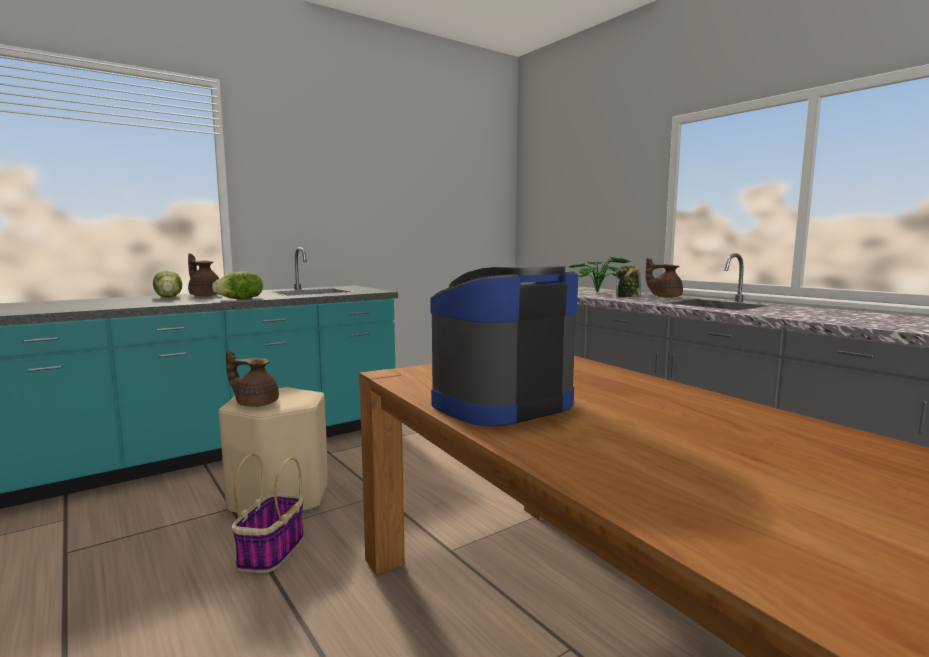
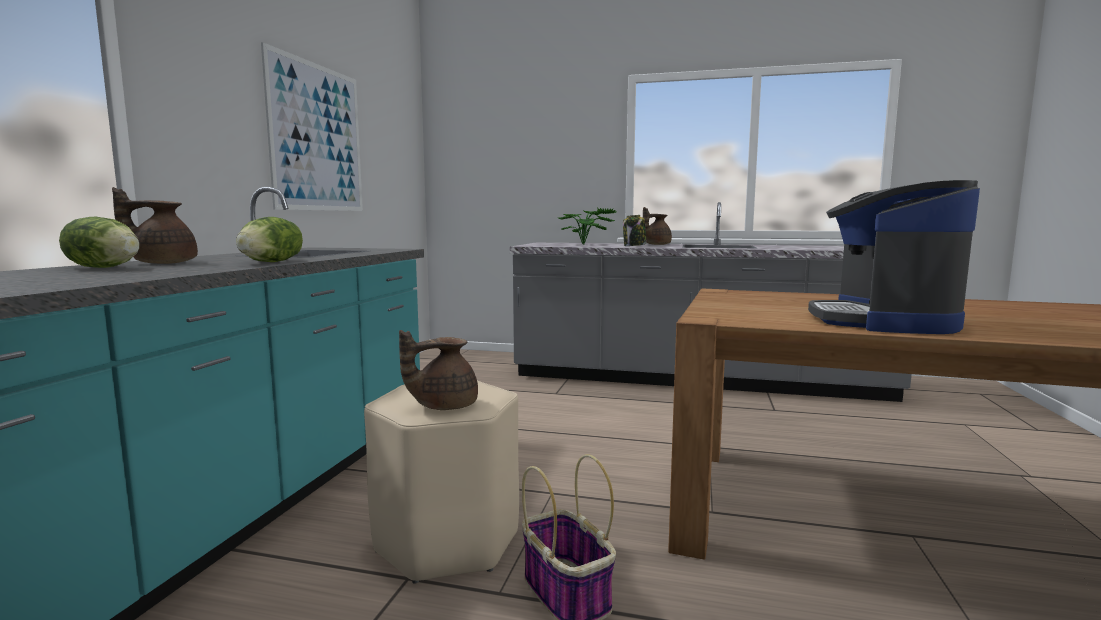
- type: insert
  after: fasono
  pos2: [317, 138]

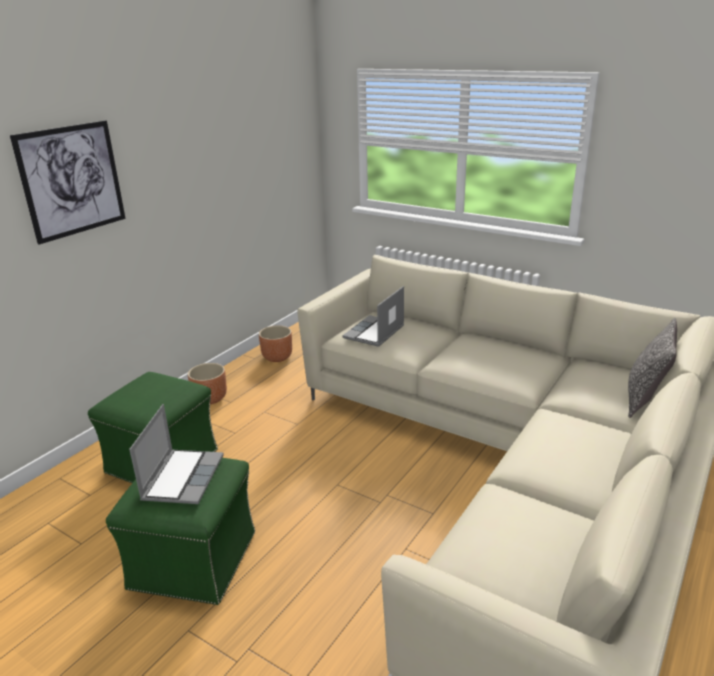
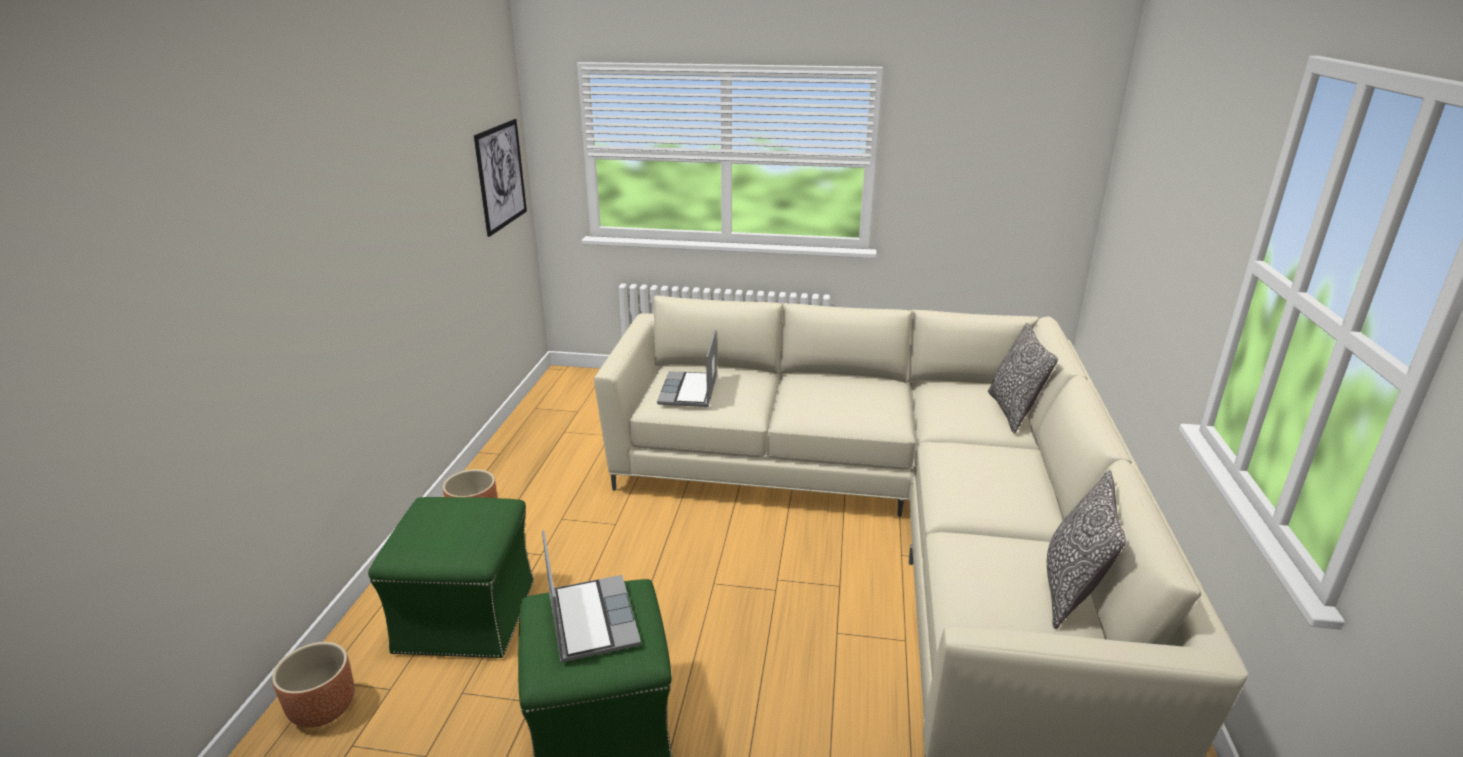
- type: insert
  after: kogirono
  pos2: [1070, 591]
- type: move
  before: fasono
  pos1: [72, 180]
  pos2: [501, 176]
- type: move
  before: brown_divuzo
  pos1: [277, 357]
  pos2: [324, 708]

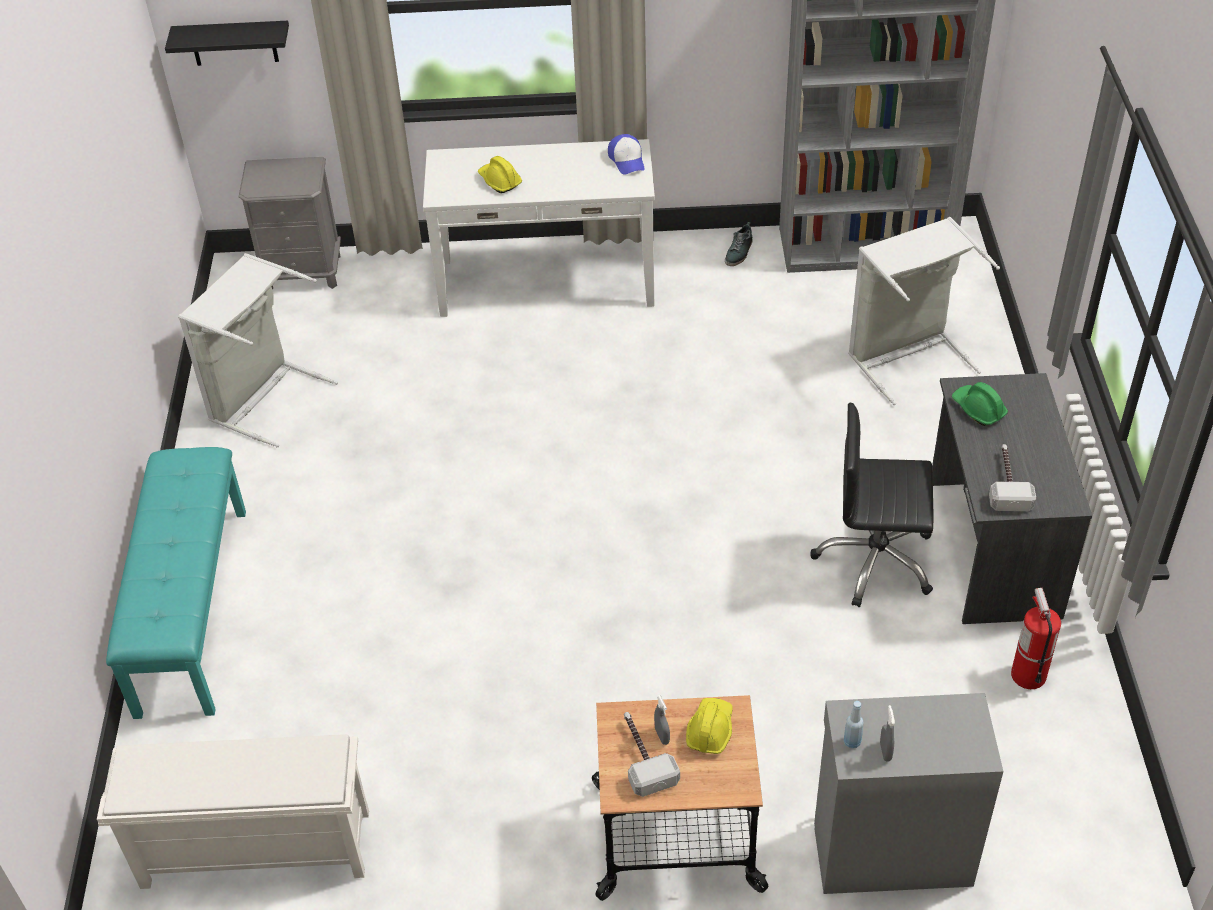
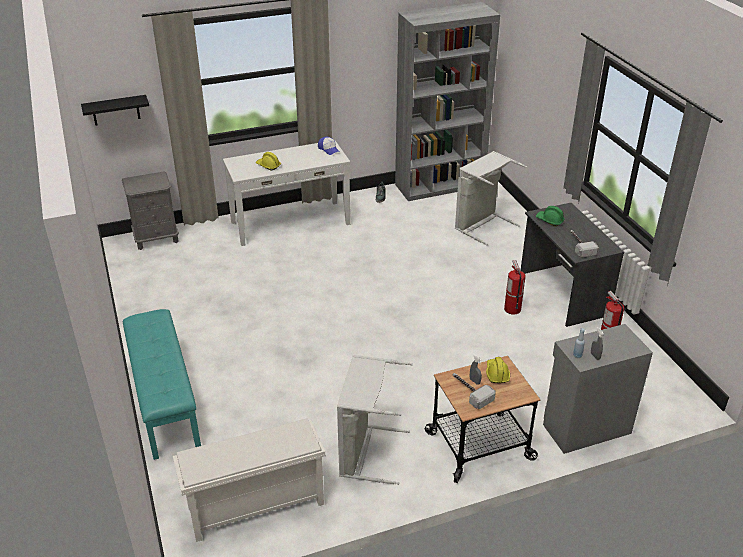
- type: move
  before: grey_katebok
  pos1: [263, 398]
  pos2: [366, 452]
- type: replace
  before: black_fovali
  after: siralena
  pos1: [875, 561]
  pos2: [512, 309]

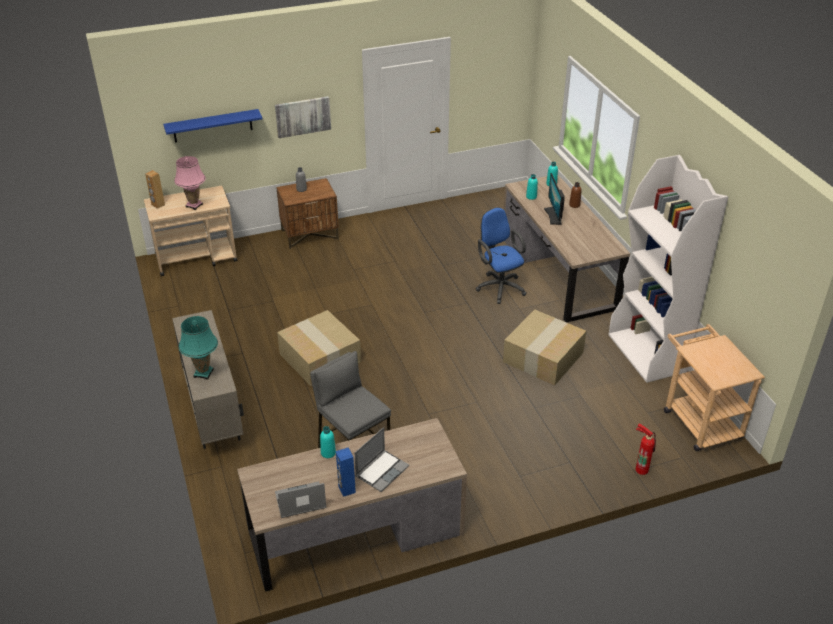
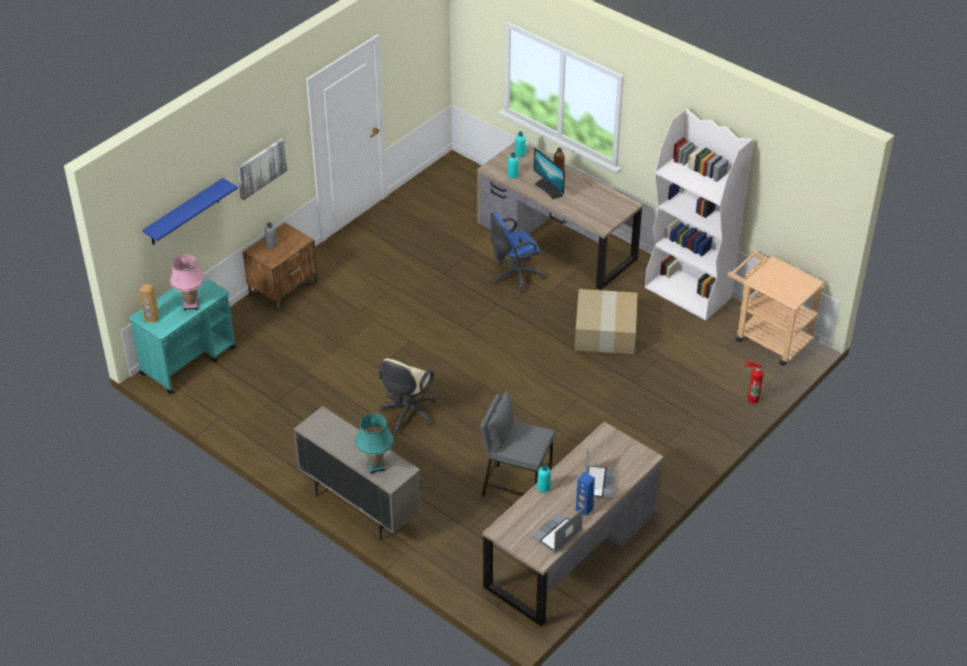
- type: replace
  before: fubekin
  after: beige_fovali
  pos1: [318, 358]
  pos2: [407, 413]
- type: recolor
  before: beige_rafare
  after: turquoise_rafare
  pos1: [197, 258]
  pos2: [189, 360]
- type: rotate
  before: blue_fovali
  pos1: [499, 286]
  pos2: [514, 276]
  turn: -60

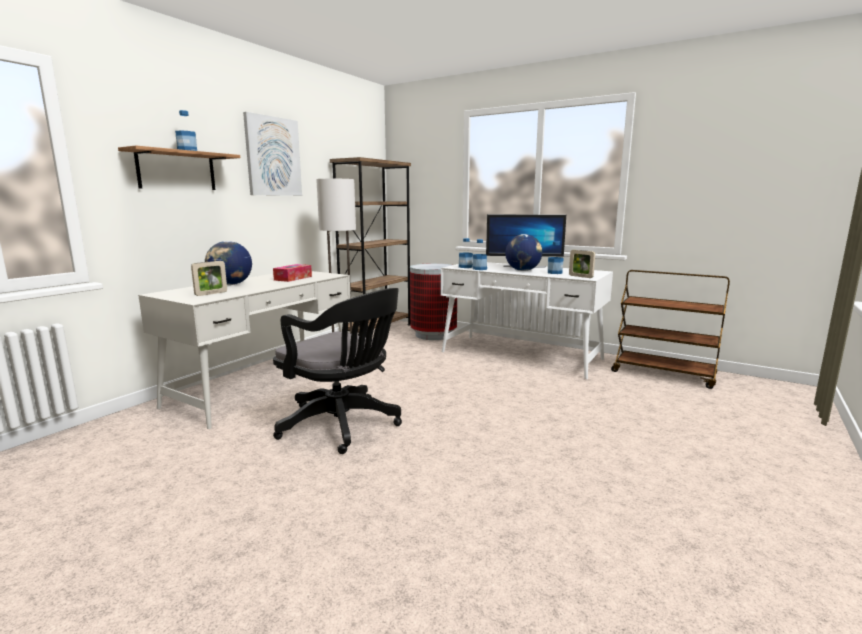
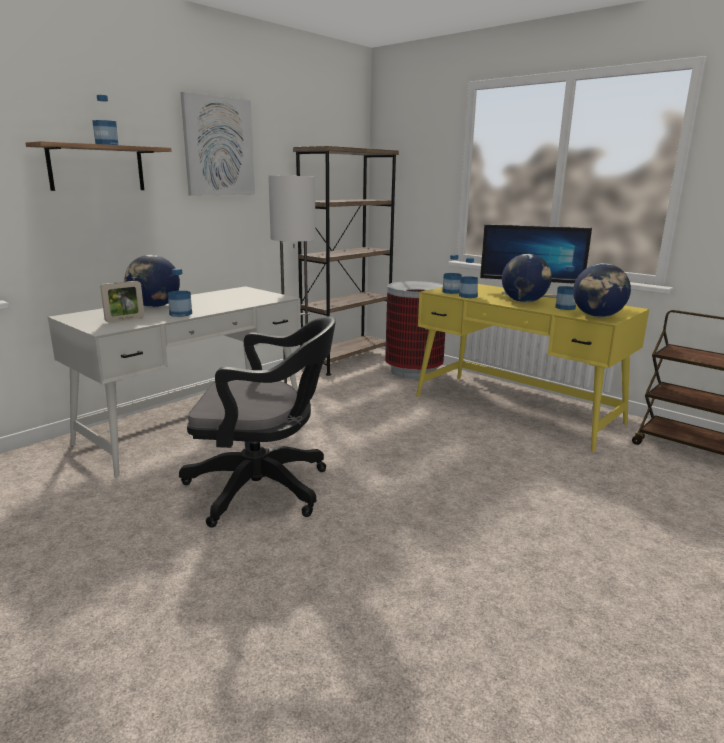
- type: delete
  before: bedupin
  pos1: [293, 278]
- type: insert
  after: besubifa
  pos2: [180, 314]
- type: replace
  before: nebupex
  after: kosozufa
  pos1: [580, 276]
  pos2: [597, 316]
- type: recolor
  before: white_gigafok
  after: yellow_gigafok
  pos1: [521, 355]
  pos2: [516, 409]
- type: rotate
  before: black_fovali
  pos1: [343, 425]
  pos2: [265, 489]
  turn: -45

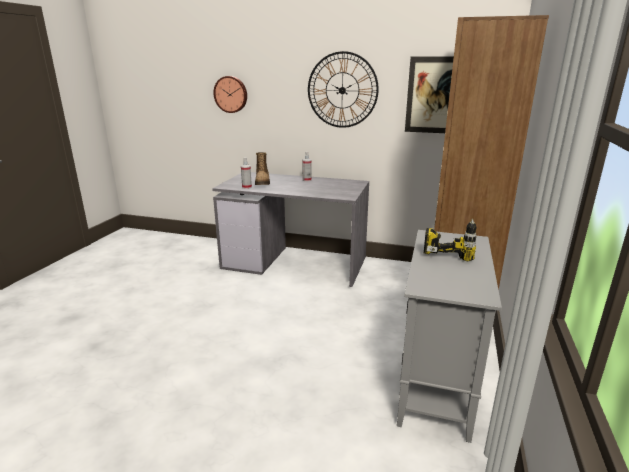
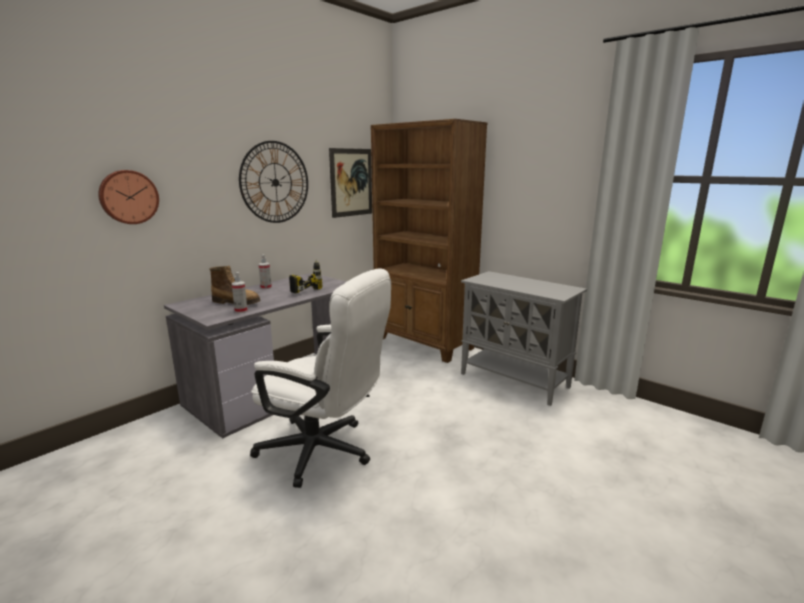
- type: insert
  after: white_fovali
  pos2: [324, 452]
- type: move
  before: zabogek
  pos1: [448, 251]
  pos2: [300, 289]

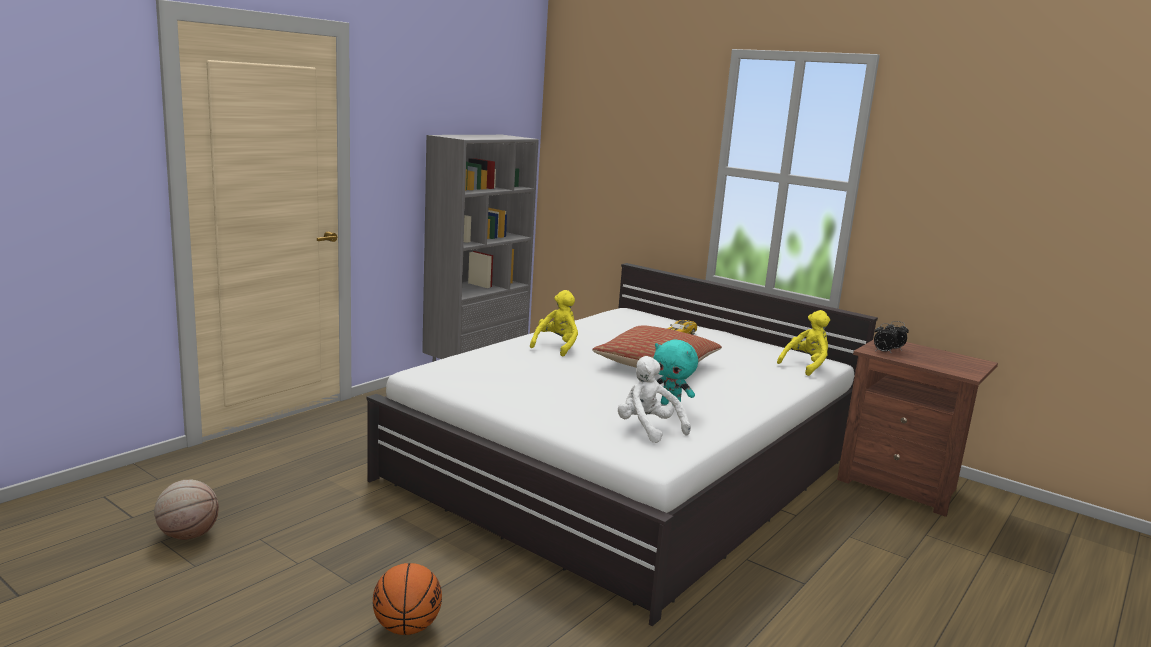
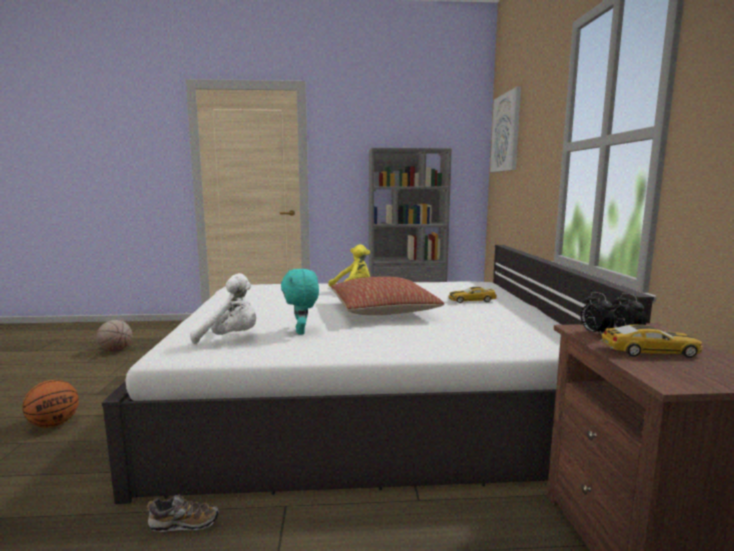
- type: delete
  before: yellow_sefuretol
  pos1: [806, 366]
- type: insert
  after: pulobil
  pos2: [184, 523]
- type: insert
  after: fasono
  pos2: [506, 133]
- type: insert
  after: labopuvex
  pos2: [650, 351]
- type: rotate
  before: white_sefuretol
  pos1: [648, 429]
  pos2: [231, 338]
  turn: 90

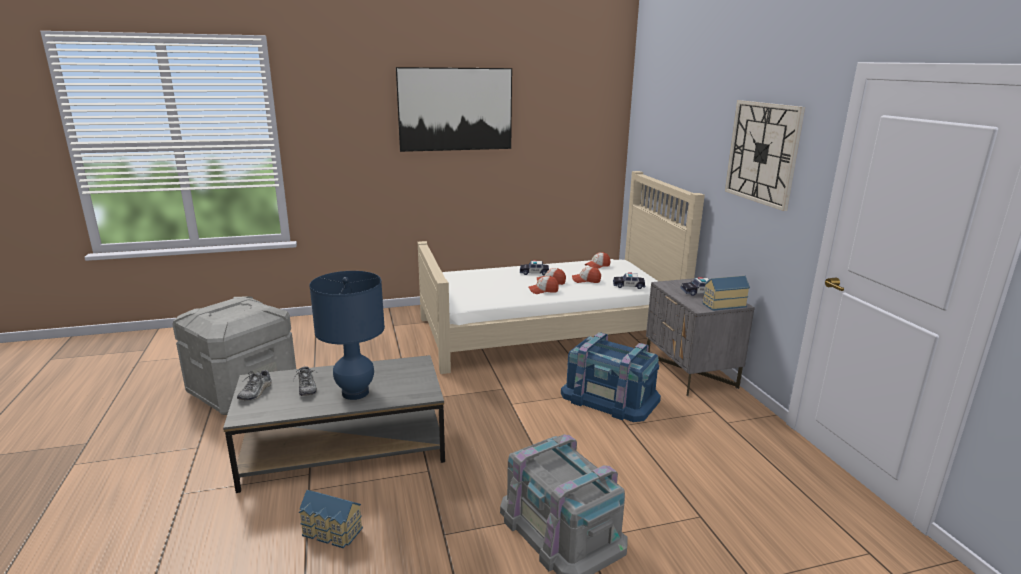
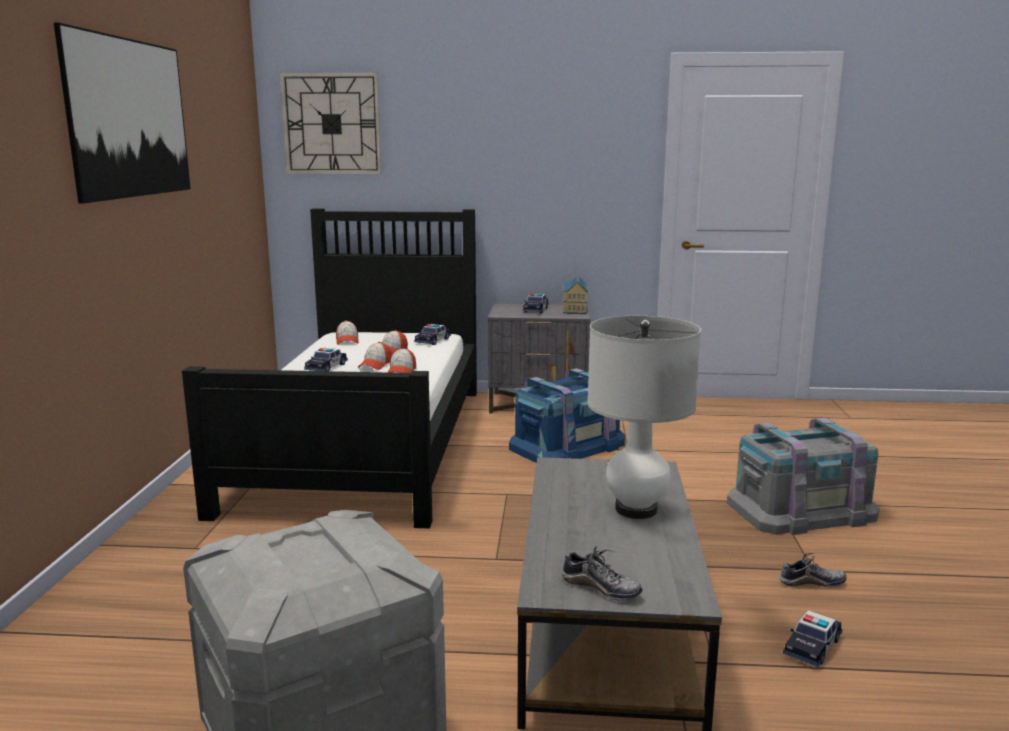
- type: move
  before: pulobil
  pos1: [307, 388]
  pos2: [811, 582]
- type: move
  before: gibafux
  pos1: [762, 153]
  pos2: [332, 124]
- type: replace
  before: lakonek
  after: labopuvex
  pos1: [331, 532]
  pos2: [812, 646]
- type: recolor
  before: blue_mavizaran
  after: white_mavizaran
  pos1: [355, 393]
  pos2: [636, 509]
- type: recolor
  before: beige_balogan
  after: black_balogan
  pos1: [549, 330]
  pos2: [366, 443]

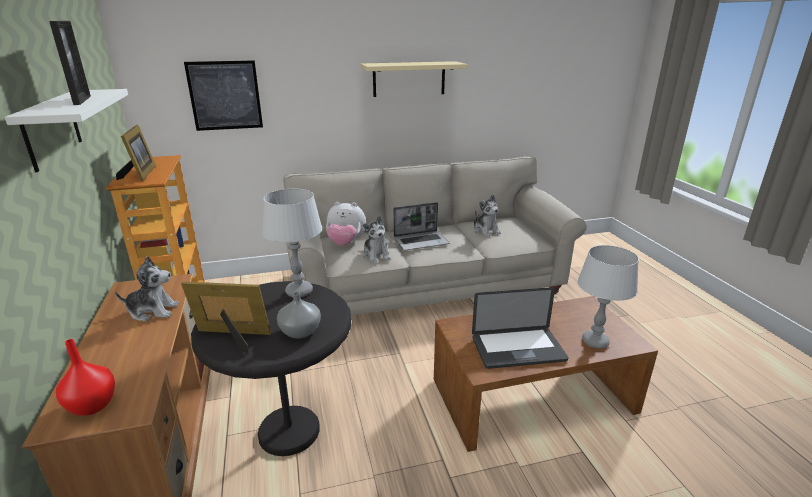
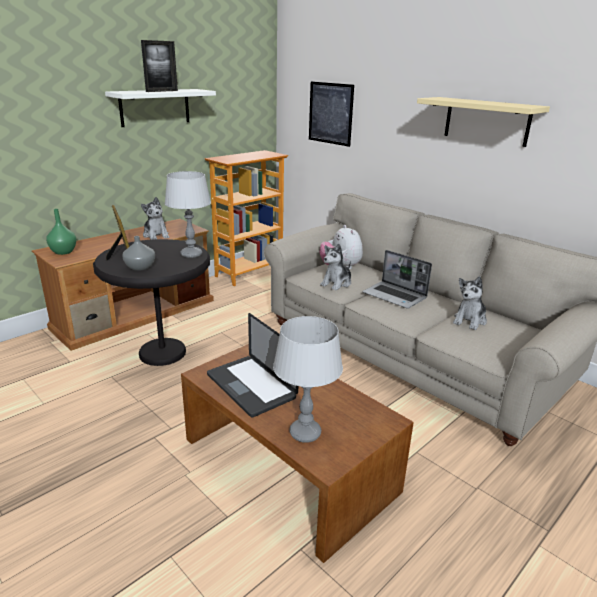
- type: delete
  before: nebupex
  pos1: [140, 174]
- type: recolor
  before: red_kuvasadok
  after: green_kuvasadok
  pos1: [92, 406]
  pos2: [63, 252]

